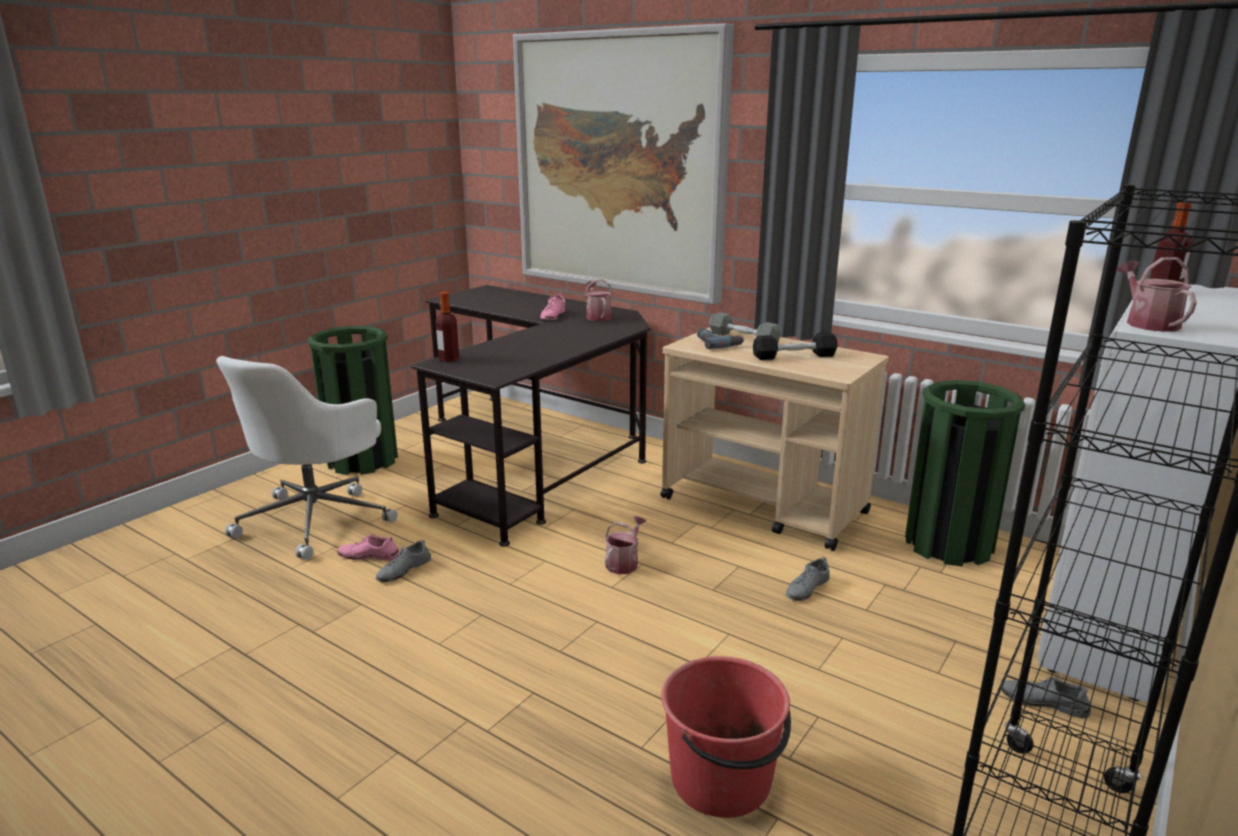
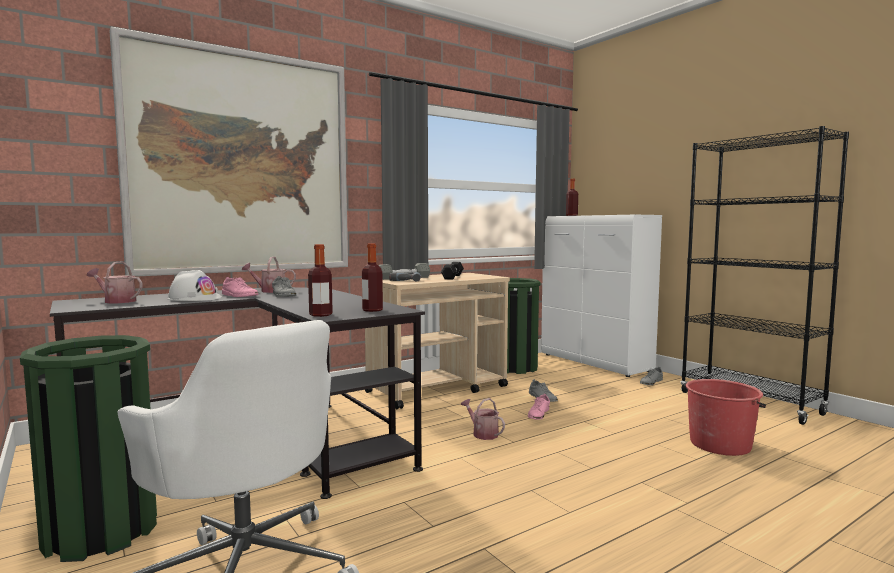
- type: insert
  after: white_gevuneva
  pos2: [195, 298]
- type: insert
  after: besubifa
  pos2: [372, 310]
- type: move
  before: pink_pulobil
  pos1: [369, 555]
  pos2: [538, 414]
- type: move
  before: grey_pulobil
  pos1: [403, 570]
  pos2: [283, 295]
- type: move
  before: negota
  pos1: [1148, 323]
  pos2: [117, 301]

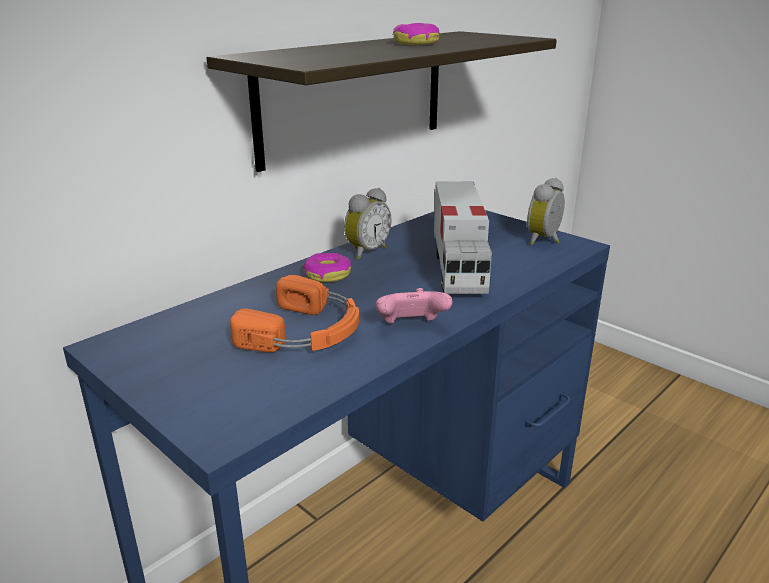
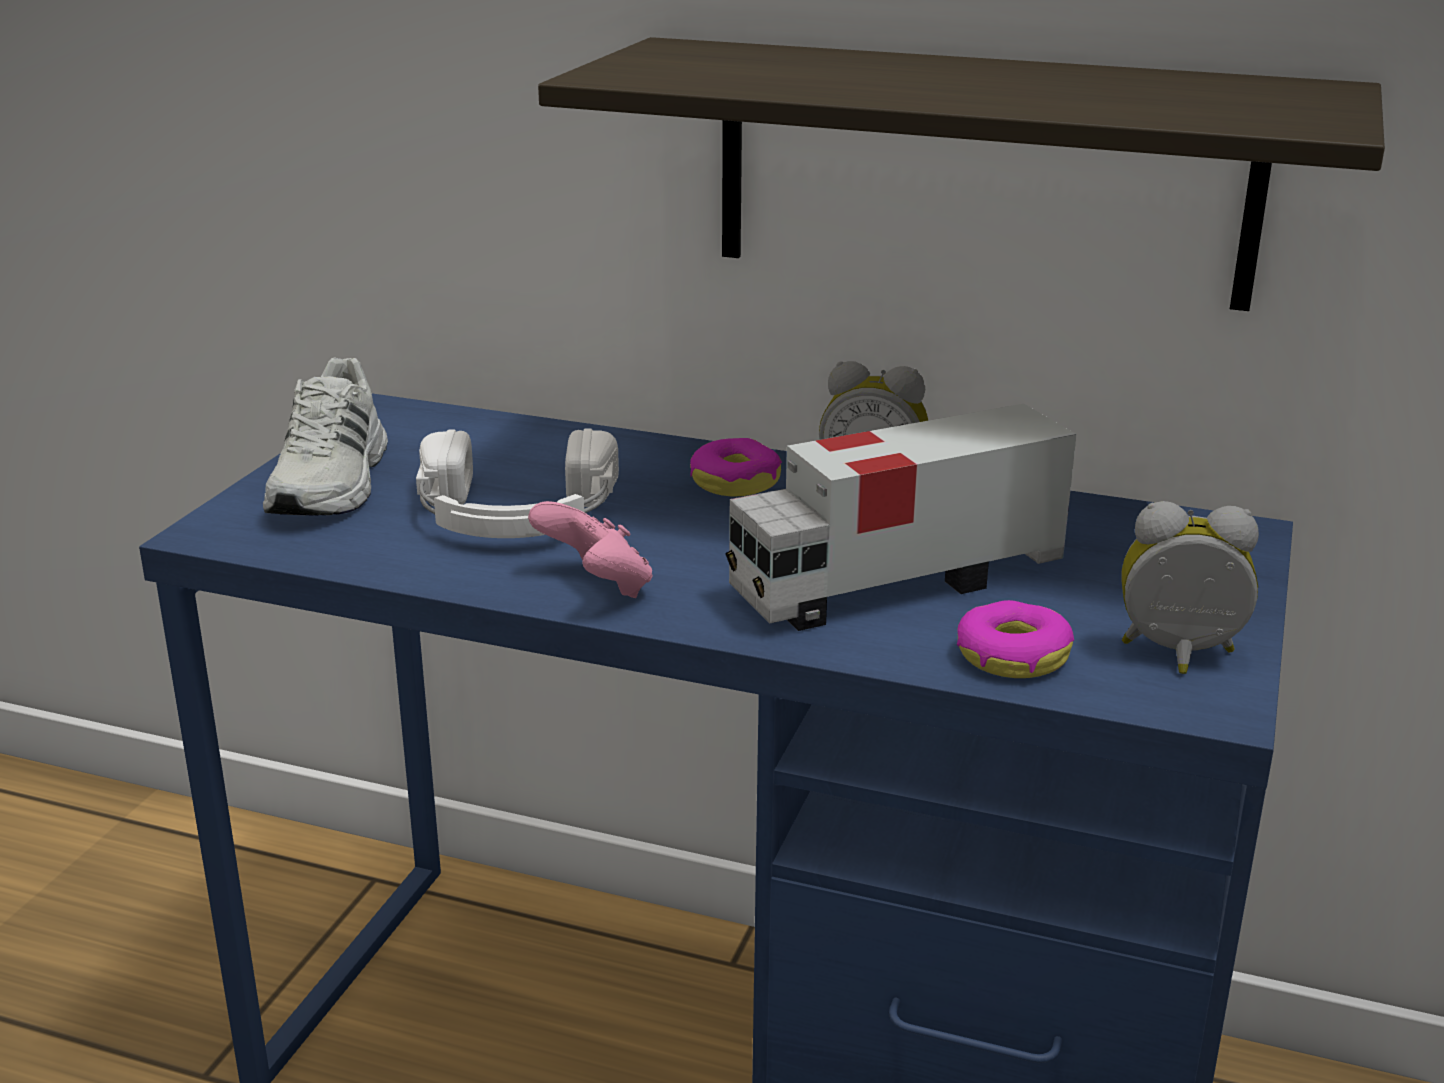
- type: insert
  after: white_pulobil
  pos2: [333, 482]
- type: move
  before: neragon
  pos1: [415, 43]
  pos2: [1012, 656]
- type: recolor
  before: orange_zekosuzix
  after: white_zekosuzix
  pos1: [306, 331]
  pos2: [515, 514]

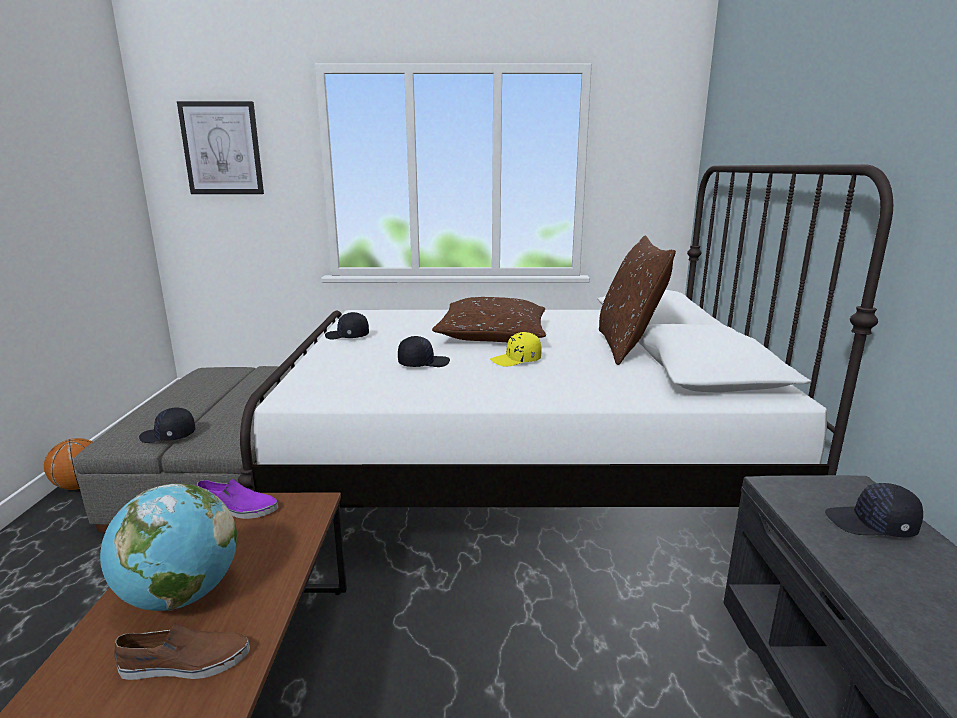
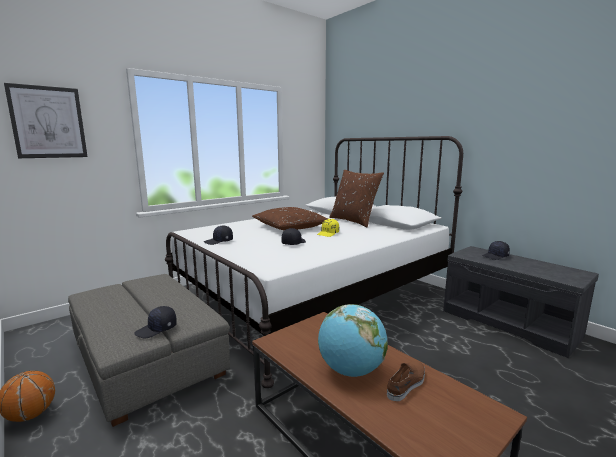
- type: delete
  before: purple_pulobil
  pos1: [237, 508]

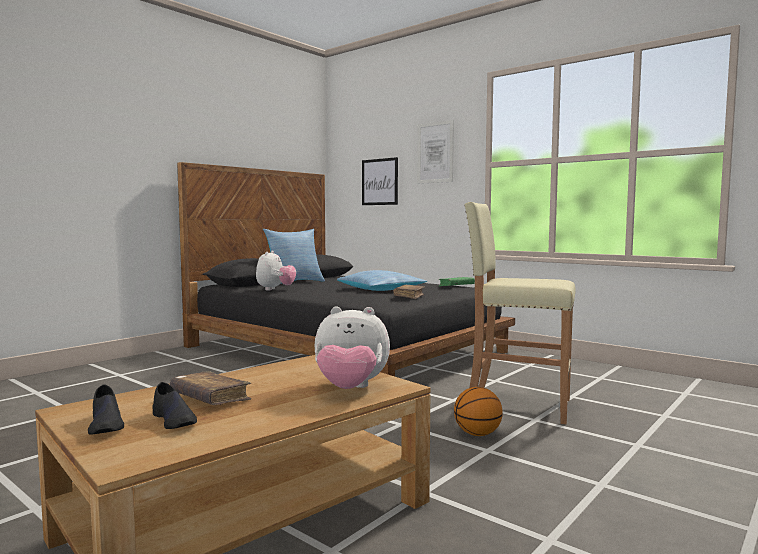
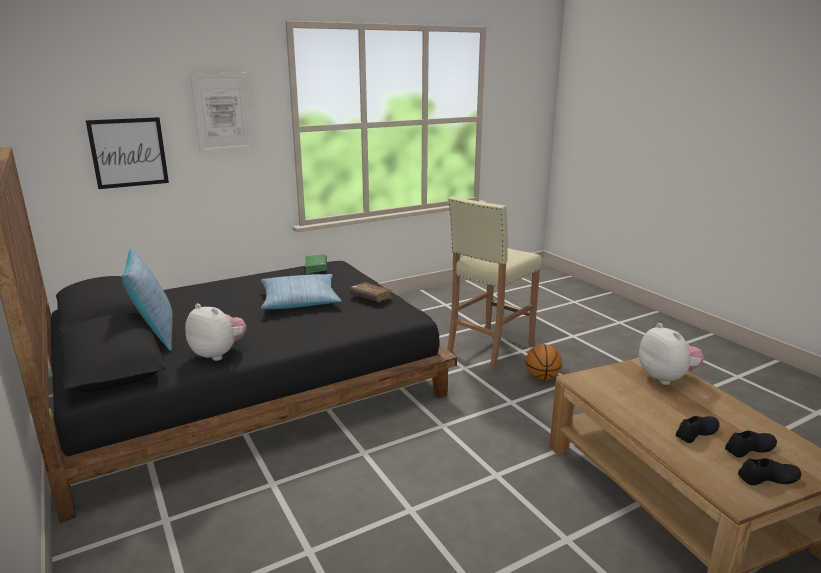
- type: replace
  before: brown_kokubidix
  after: black_pulobil
  pos1: [210, 399]
  pos2: [696, 432]
- type: rotate
  before: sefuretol
  pos1: [350, 389]
  pos2: [666, 378]
  turn: -45

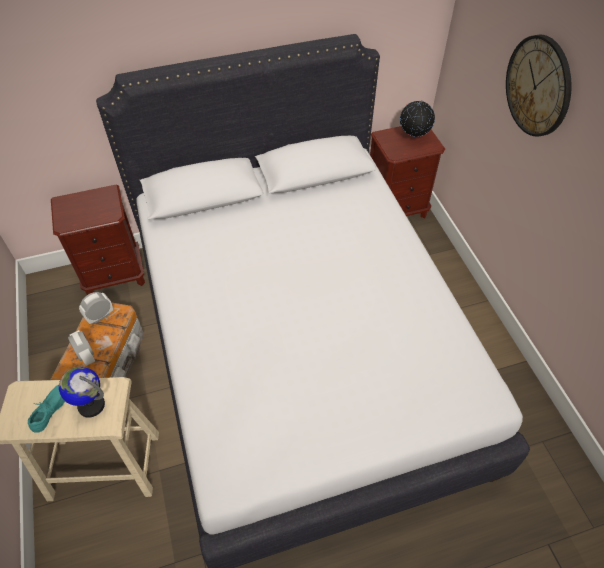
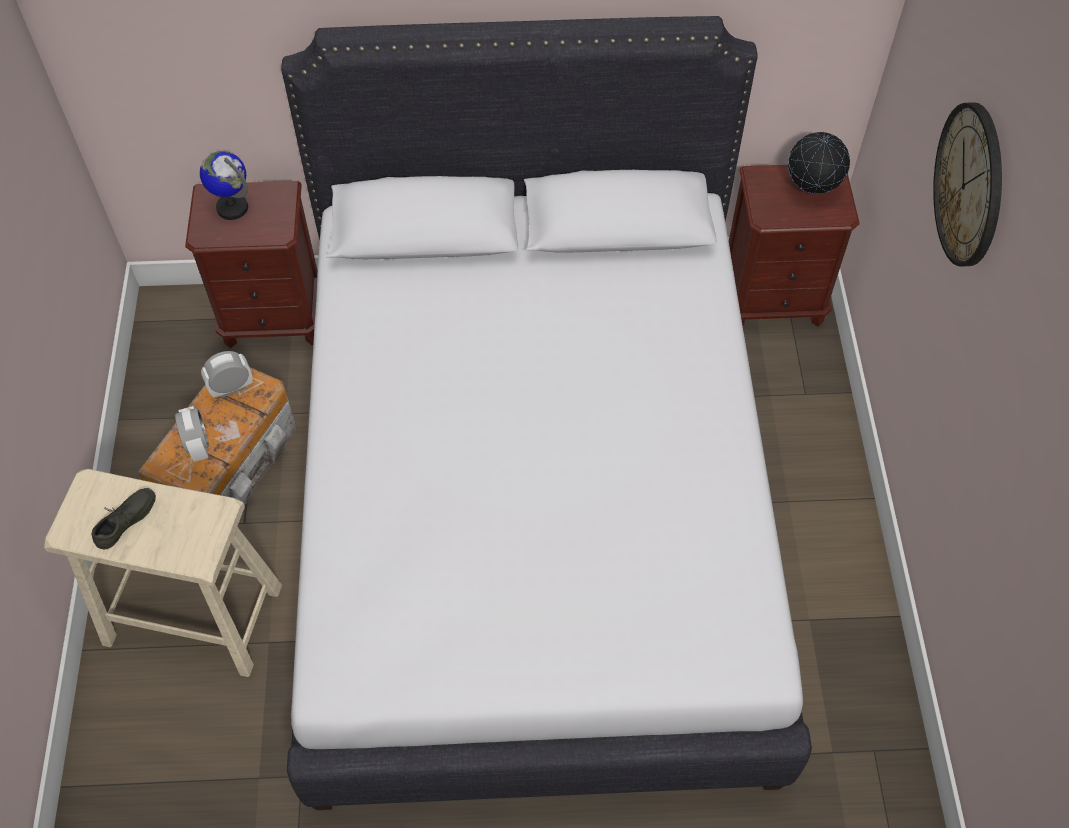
- type: move
  before: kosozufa
  pos1: [91, 405]
  pos2: [232, 207]
- type: recolor
  before: turquoise_pulobil
  after: grey_pulobil
  pos1: [52, 410]
  pos2: [128, 522]

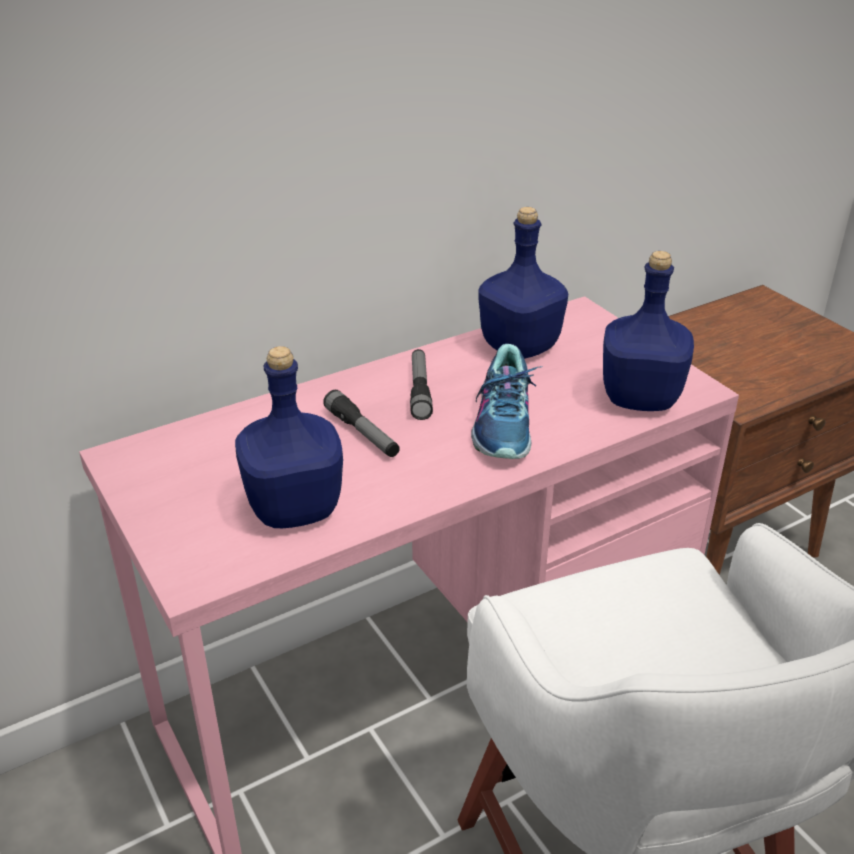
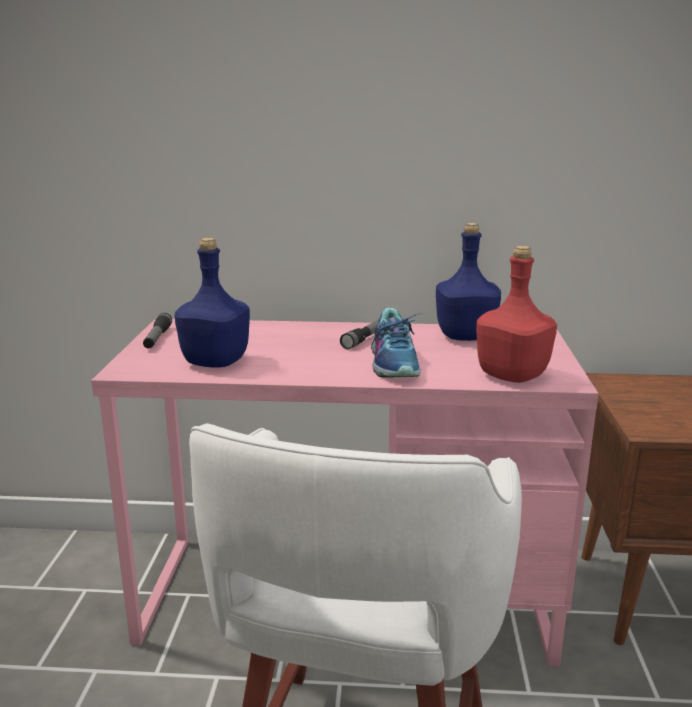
- type: move
  before: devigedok
  pos1: [362, 433]
  pos2: [157, 338]
- type: recolor
  before: blue_besubifa
  after: red_besubifa
  pos1: [638, 398]
  pos2: [510, 375]
- type: rotate
  before: pulobil
  pos1: [505, 424]
  pos2: [395, 363]
  turn: -45

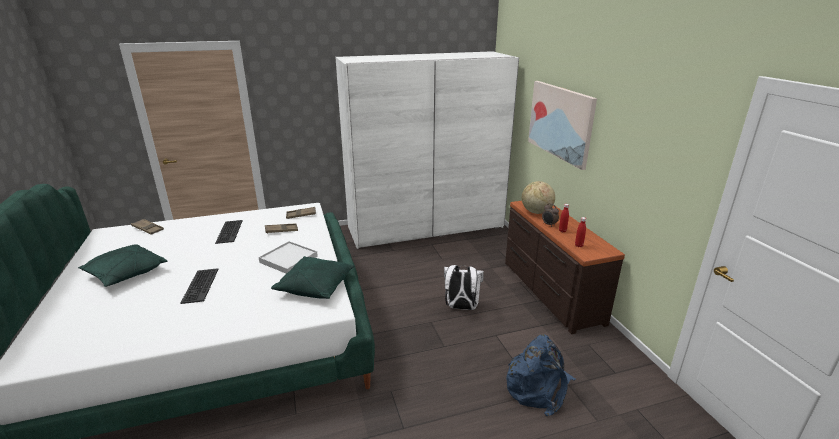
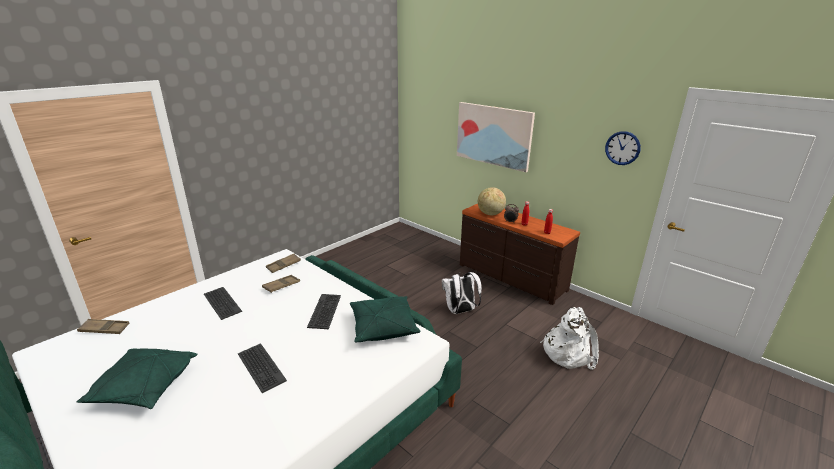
- type: delete
  before: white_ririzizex
  pos1: [426, 227]
- type: insert
  after: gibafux
  pos2: [622, 148]
- type: replace
  before: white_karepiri
  after: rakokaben
  pos1: [288, 259]
  pos2: [325, 311]
- type: recolor
  before: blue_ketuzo
  after: white_ketuzo
  pos1: [538, 388]
  pos2: [568, 352]

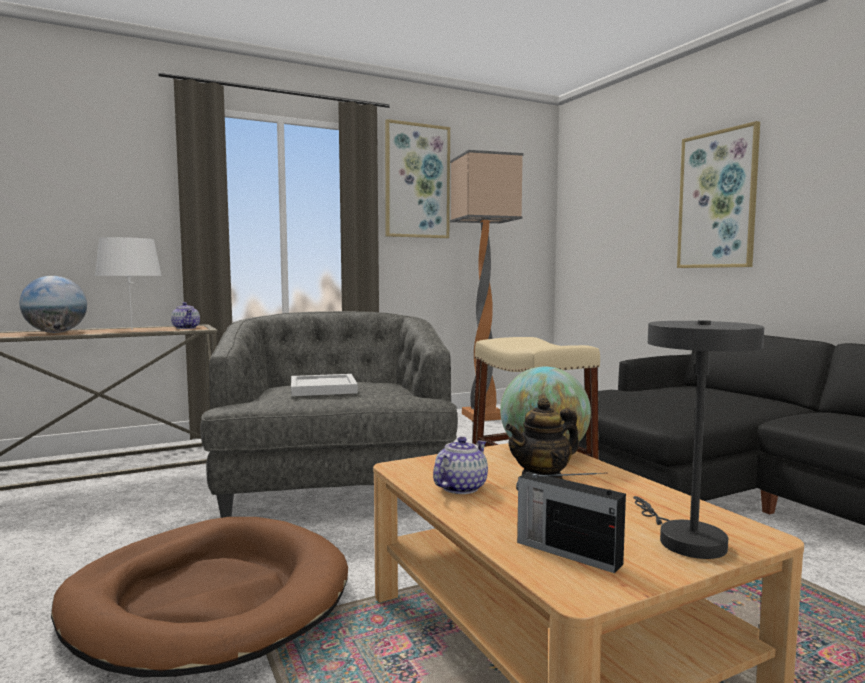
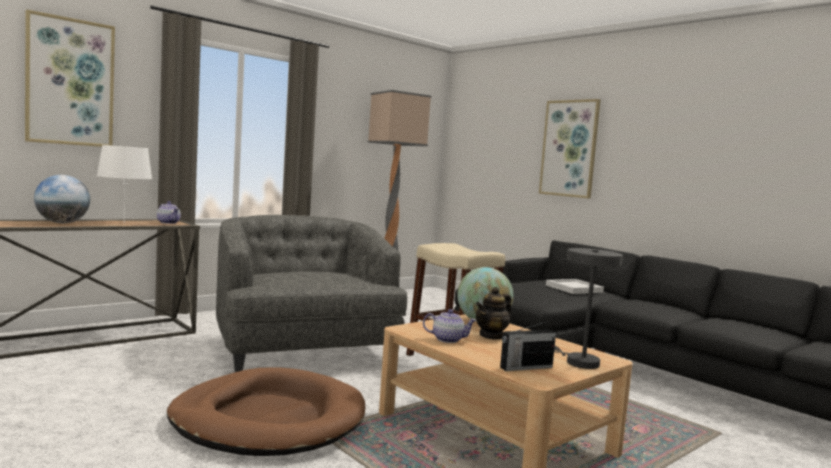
- type: move
  before: white_karepiri
  pos1: [322, 388]
  pos2: [573, 288]
- type: move
  before: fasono
  pos1: [417, 181]
  pos2: [70, 82]
- type: rotate
  before: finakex
  pos1: [460, 487]
  pos2: [448, 339]
  turn: 75
- type: rotate
  before: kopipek
  pos1: [566, 552]
  pos2: [525, 367]
  turn: -45

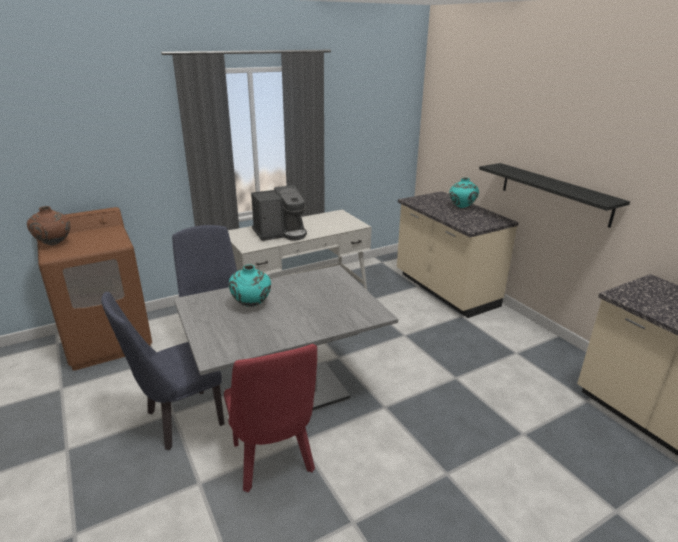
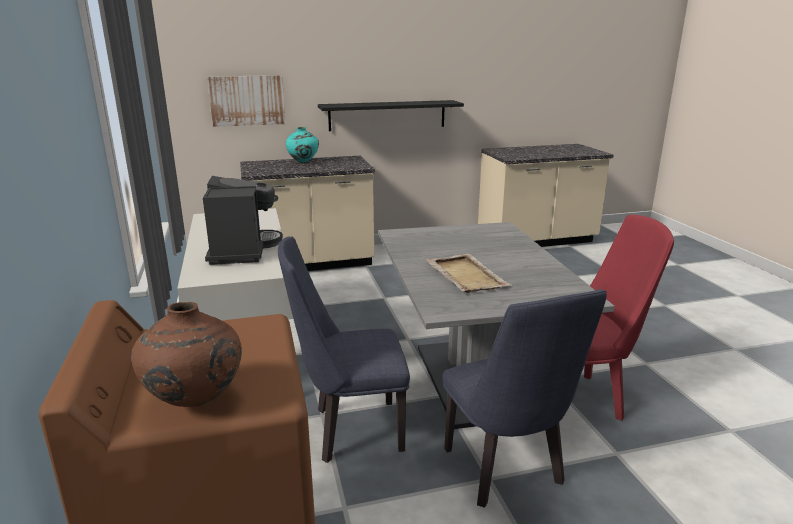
- type: insert
  after: fasono
  pos2: [247, 100]
- type: replace
  before: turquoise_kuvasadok
  after: beige_karepiri
  pos1: [252, 305]
  pos2: [465, 275]

